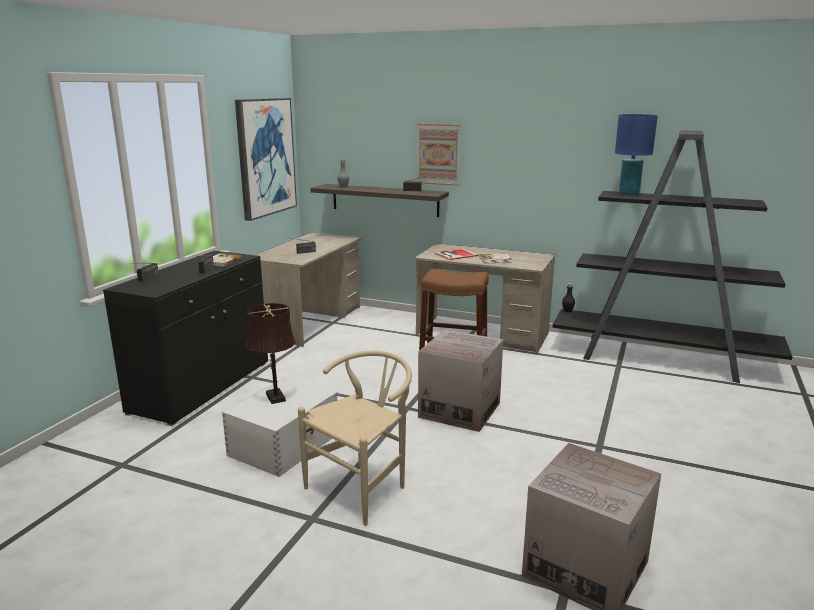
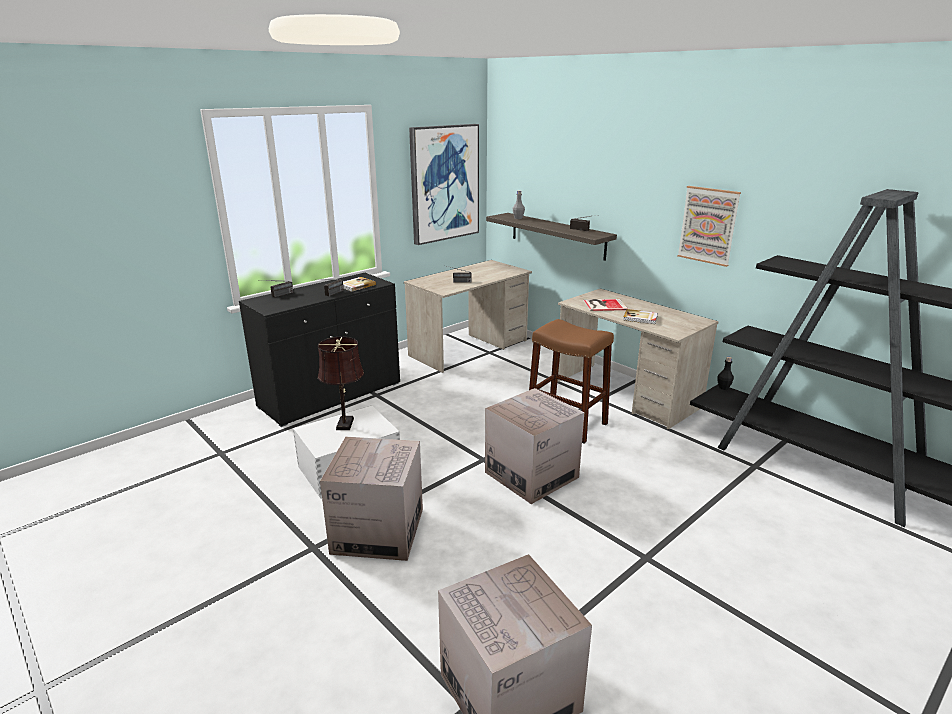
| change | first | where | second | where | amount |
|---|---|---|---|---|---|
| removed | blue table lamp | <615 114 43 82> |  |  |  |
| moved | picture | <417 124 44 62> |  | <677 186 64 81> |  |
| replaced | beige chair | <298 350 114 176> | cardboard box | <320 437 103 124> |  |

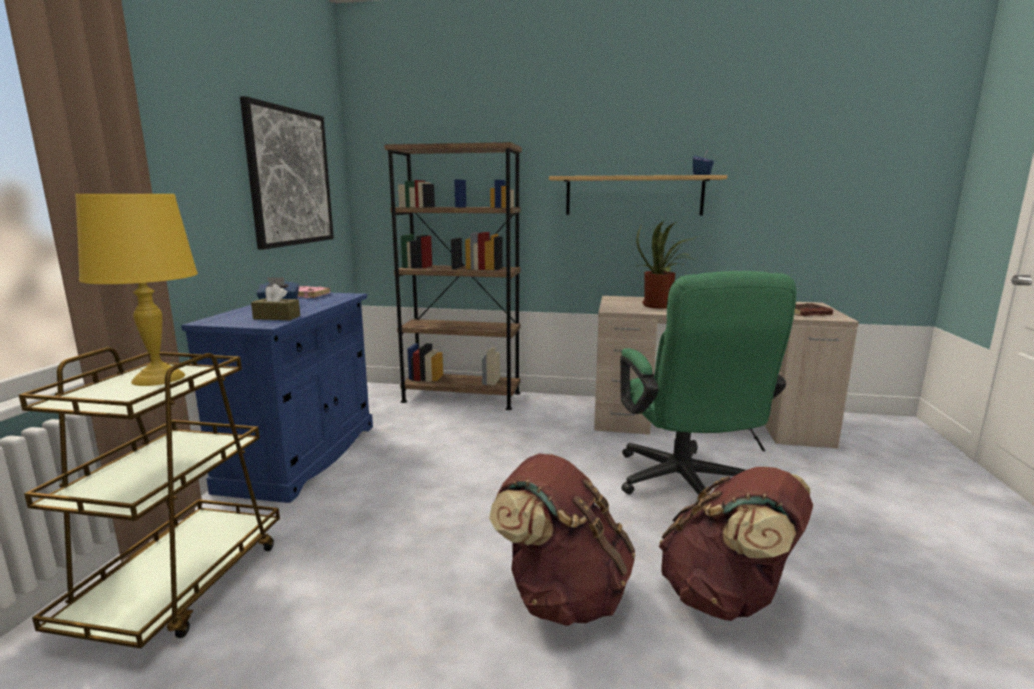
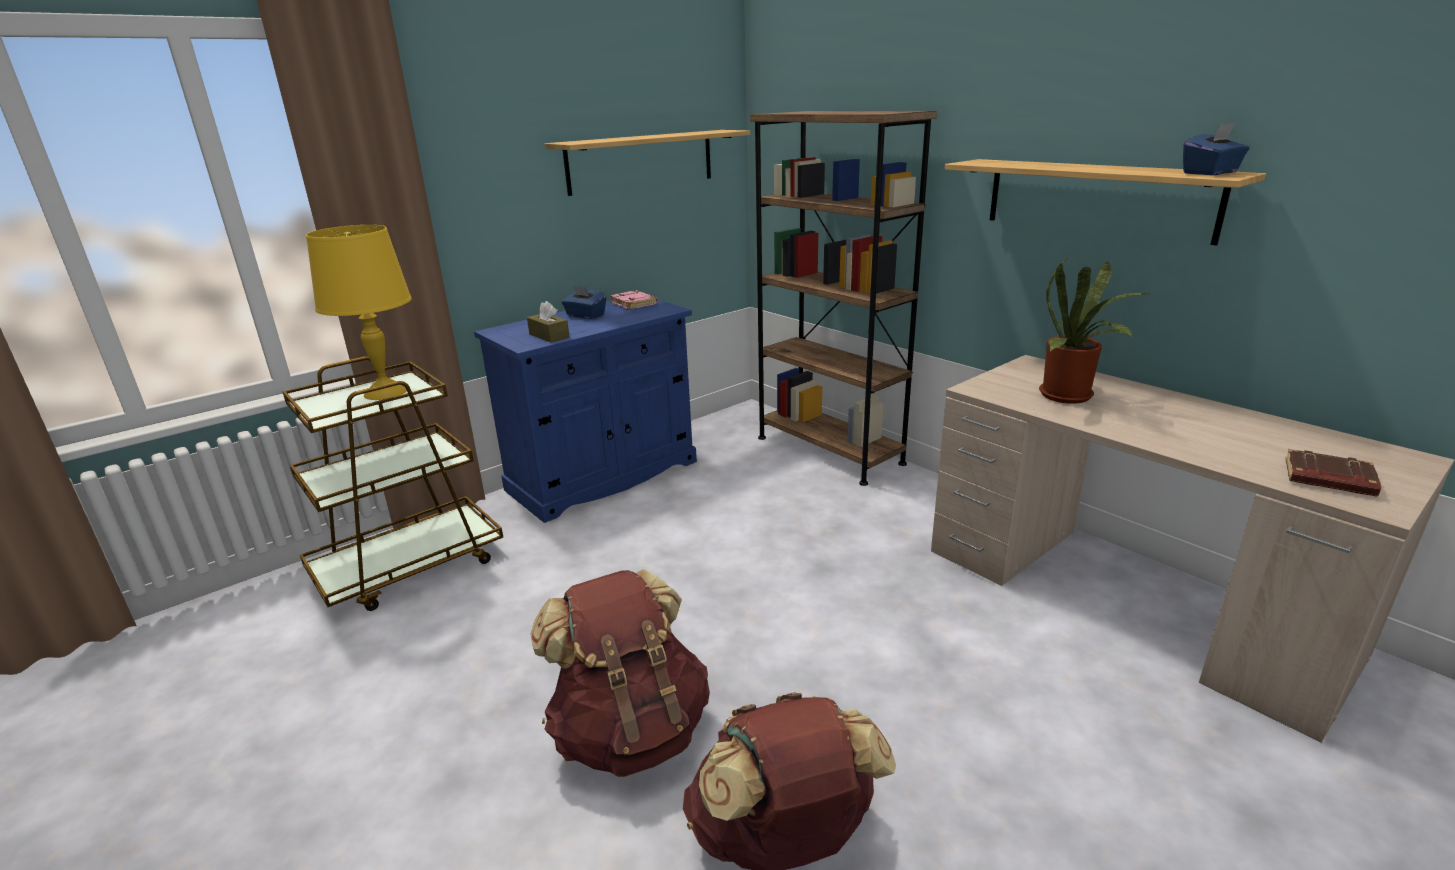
| change | first | where | second | where | amount |
|---|---|---|---|---|---|
| replaced | picture | <240 96 94 153> | shelf | <544 130 206 66> |  |
| removed | green office chair | <620 271 176 224> |  |  |  |

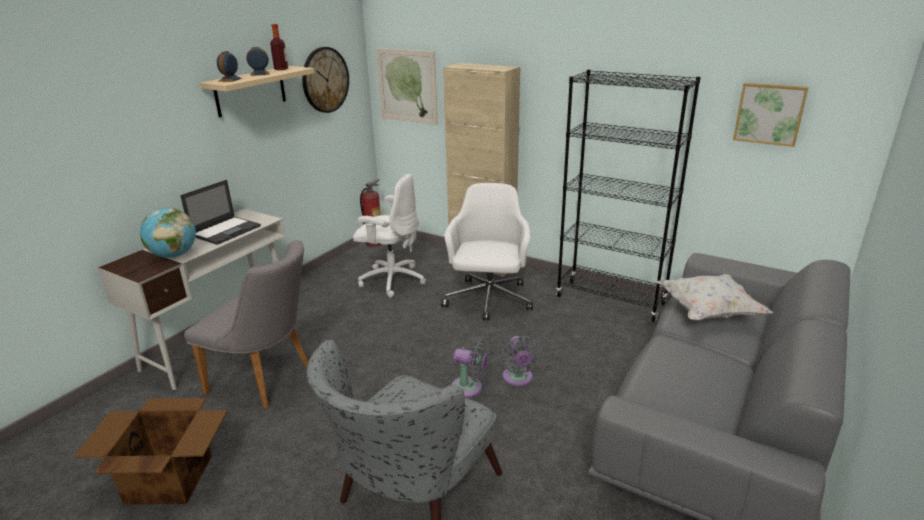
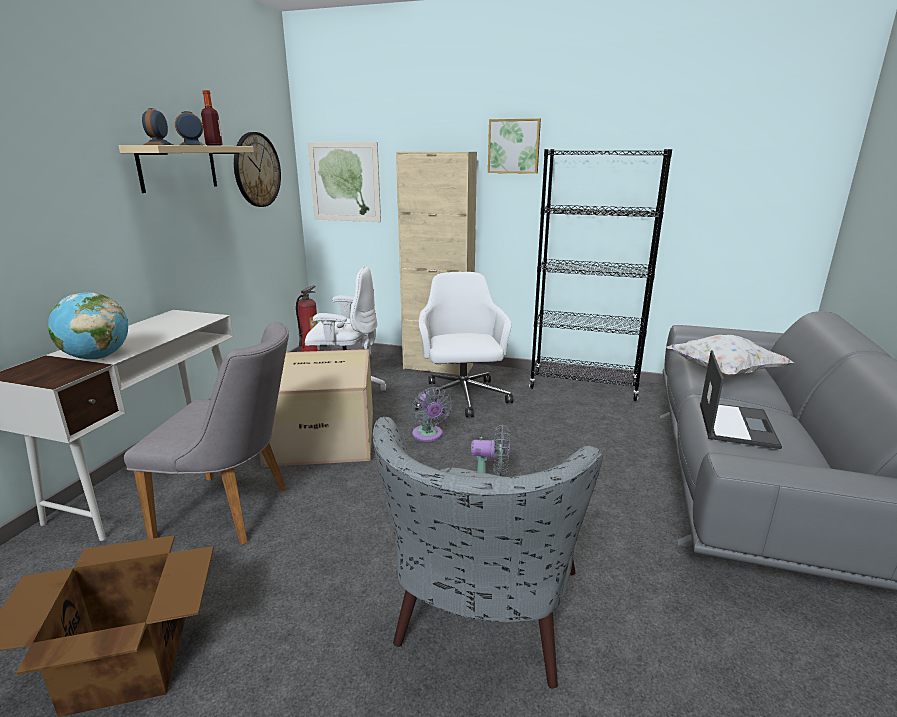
| change | first | where | second | where | amount |
|---|---|---|---|---|---|
| moved | picture | <733 83 76 64> |  | <488 118 53 56> |  |
| moved | laptop | <180 180 81 65> |  | <700 350 82 99> |  |
| moved | grey fan | <501 336 42 50> |  | <412 387 40 55> |  |
| added |  |  | cardboard box | <260 349 113 118> |  |

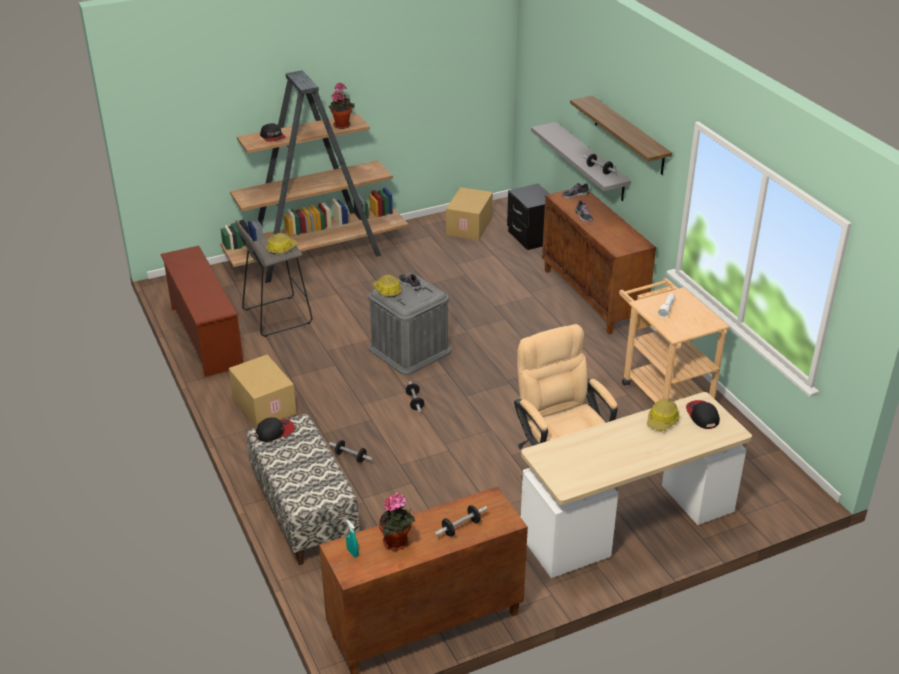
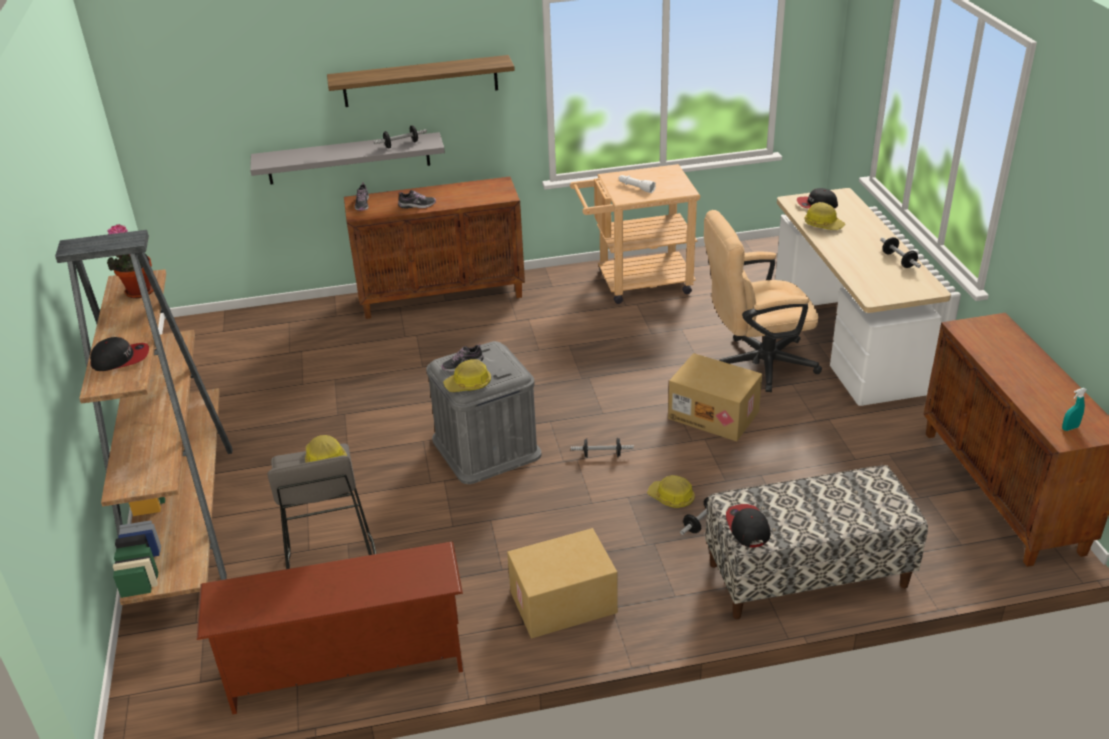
| change | first | where | second | where | amount |
|---|---|---|---|---|---|
| removed | black nightstand | <507 184 43 66> |  |  |  |
| moved | cardboard box | <446 187 47 53> |  | <668 353 94 88> |  |
| removed | potted plant | <379 493 36 57> |  |  |  |
| moved | dumbbell | <435 505 52 32> |  | <880 237 41 31> |  |
| added |  |  | hard hat | <647 475 48 33> |  |

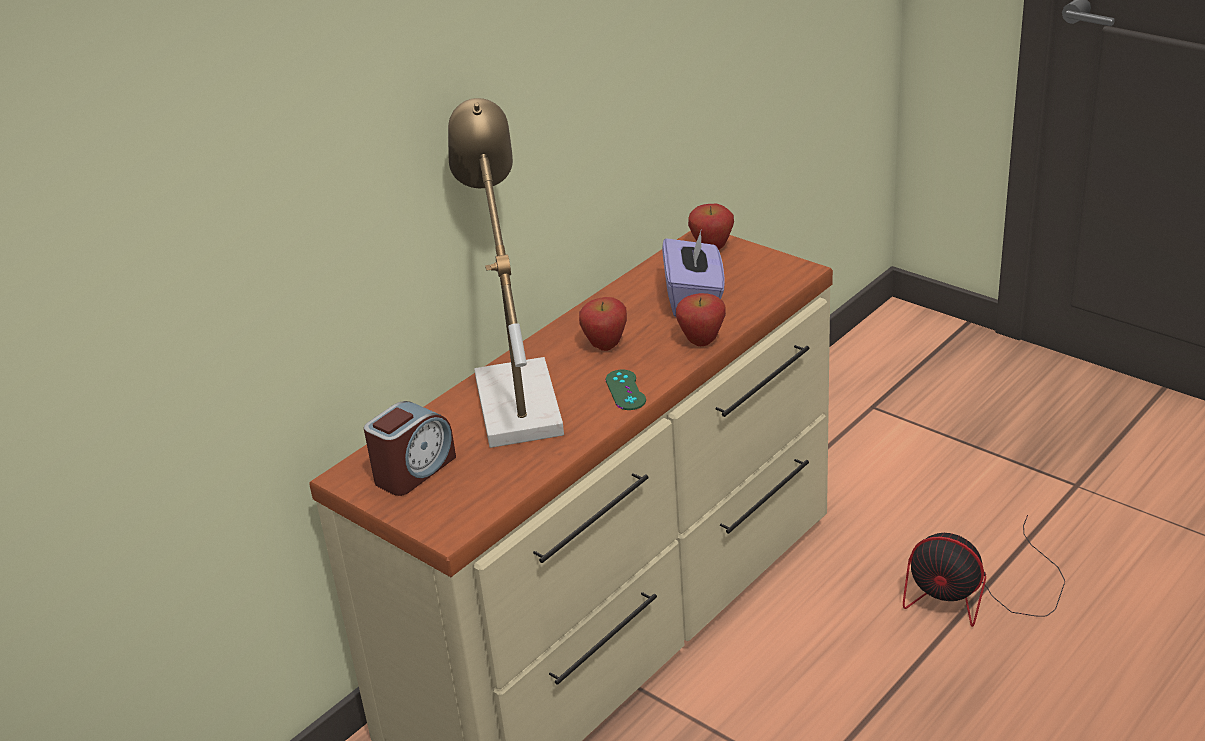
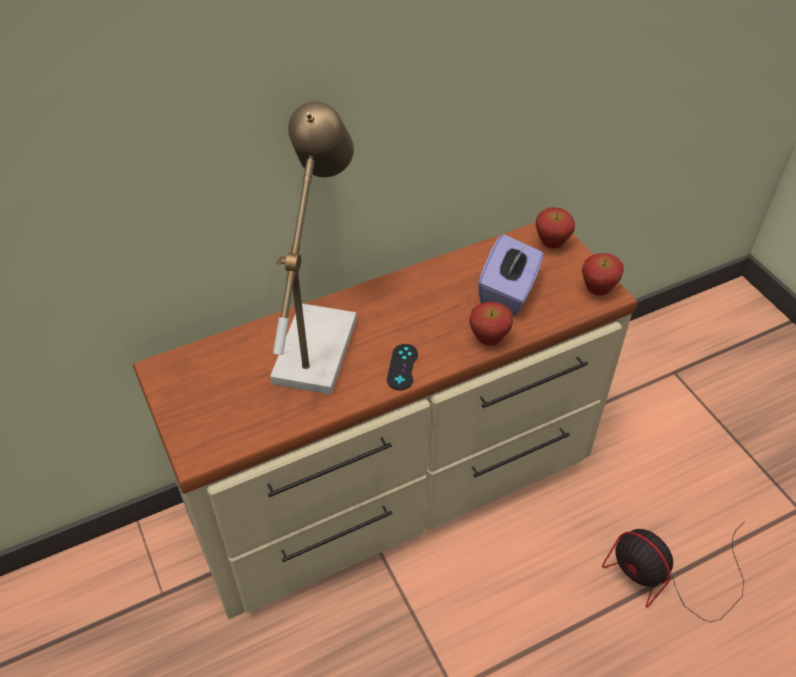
| change | first | where | second | where | amount |
|---|---|---|---|---|---|
| moved | apple | <579 297 48 54> |  | <582 253 42 42> |  |
| recoloured | green game controller | <606 369 40 41> | black game controller | <387 344 31 46> |  |
| removed | alarm clock | <364 401 92 95> |  |  |  |

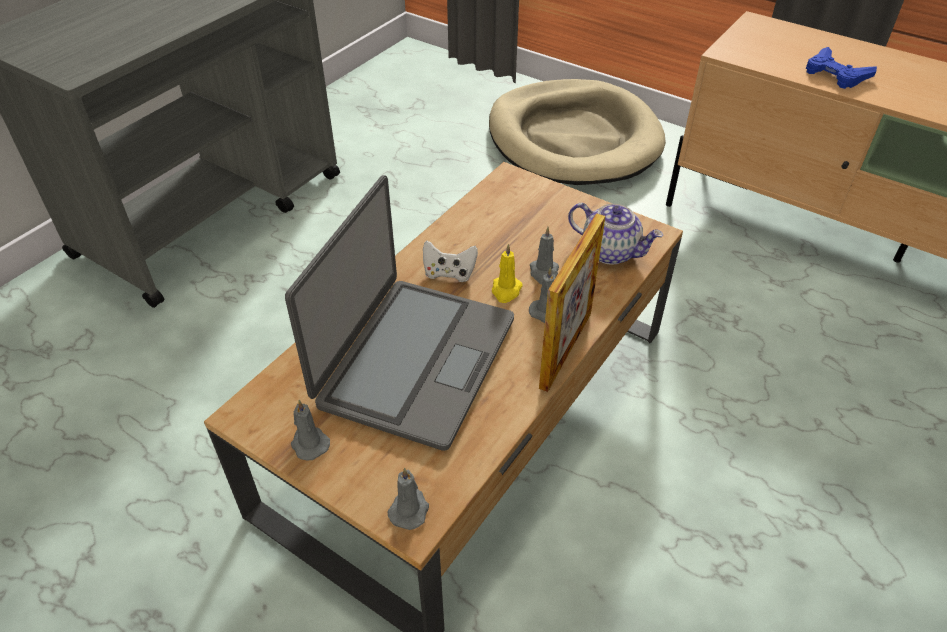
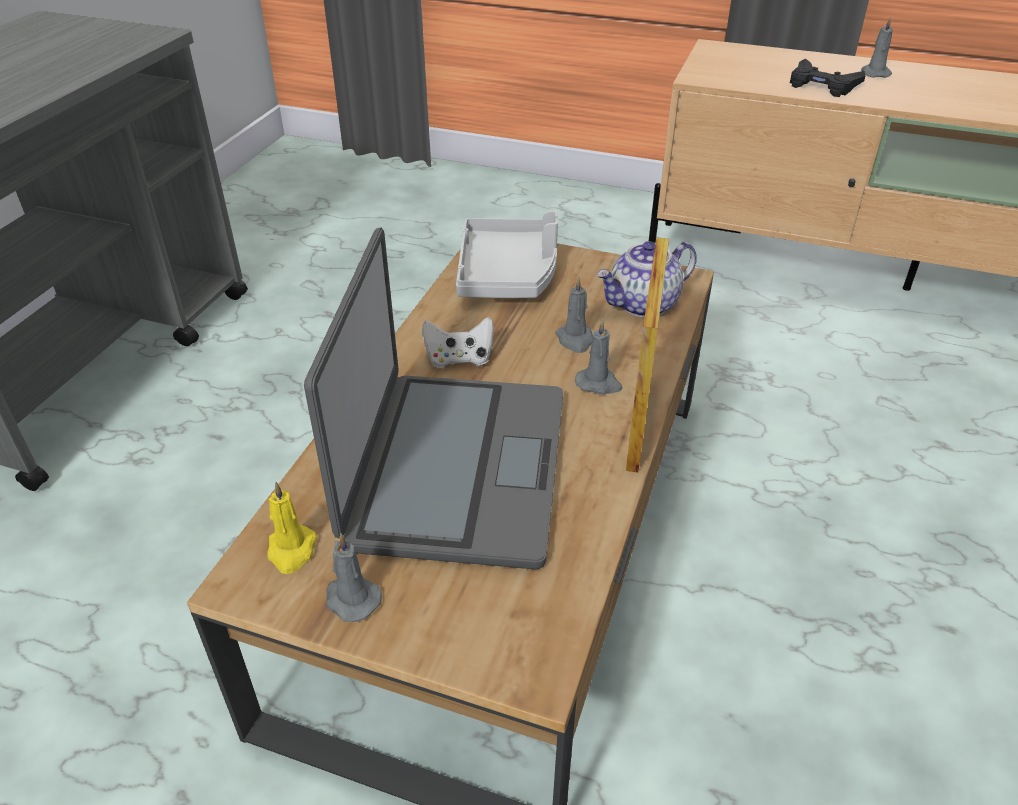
| change | first | where | second | where | amount |
|---|---|---|---|---|---|
| recoloured | blue game controller | <806 47 71 42> | black game controller | <790 58 76 39> |  |
| removed | beige dog bed | <489 79 177 106> |  |  |  |
| turned | teapot | <568 203 95 62> |  | <596 241 101 76> | 135 degrees clockwise |
| moved | yellow candle | <492 244 31 59> |  | <267 482 50 92> |  |
| moved | grey candle | <388 468 41 62> |  | <861 16 32 62> |  |
| added |  |  | grey tray | <456 211 102 87> |  |

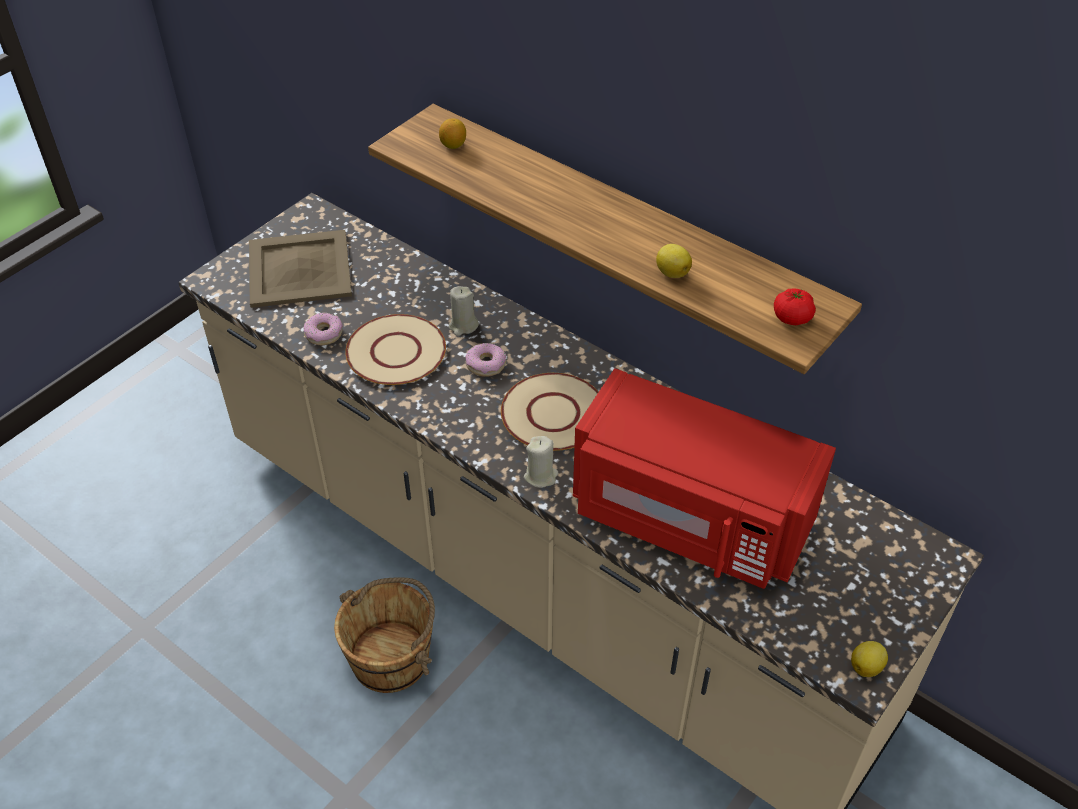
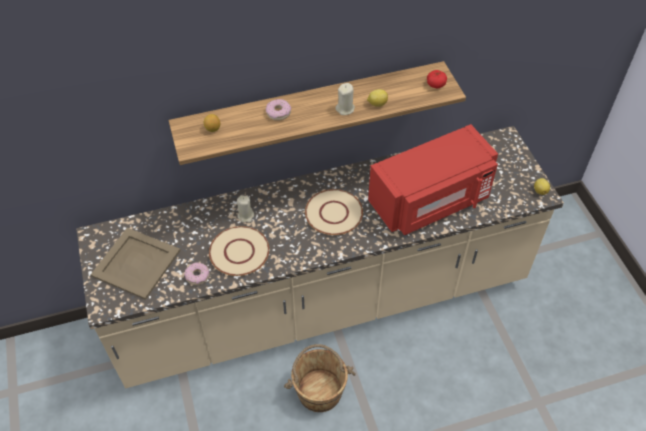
| change | first | where | second | where | amount |
|---|---|---|---|---|---|
| moved | donut | <465 343 41 34> |  | <266 99 25 22> |  |
| moved | beige candle | <524 436 34 52> |  | <335 83 20 32> |  |

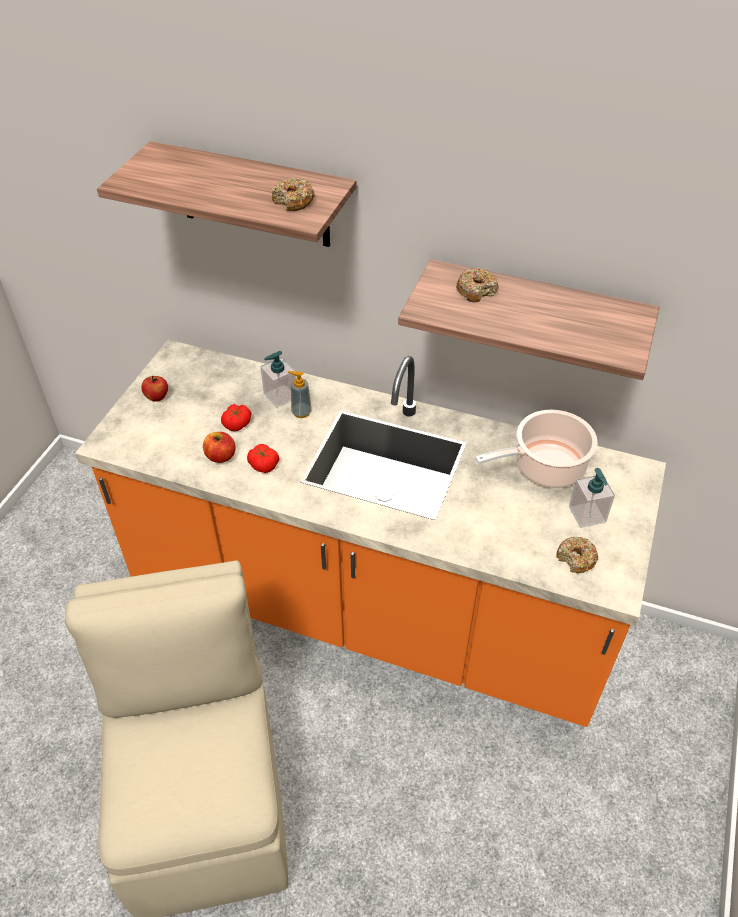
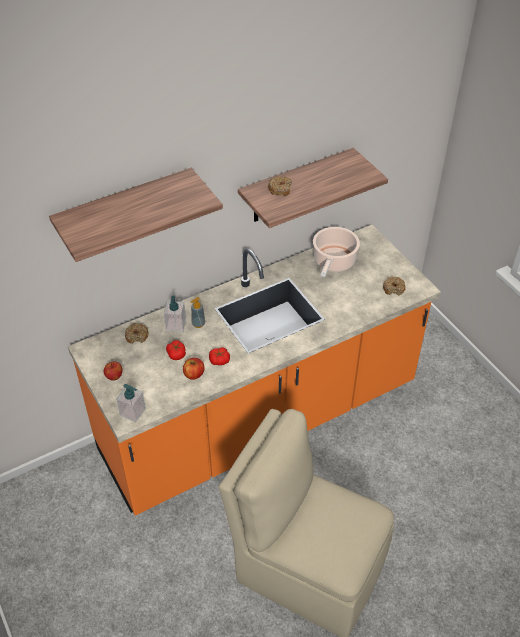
| change | first | where | second | where | amount |
|---|---|---|---|---|---|
| moved | donut | <272 178 43 33> |  | <125 323 24 21> |  |
| moved | soap dispenser | <569 468 46 60> |  | <116 384 30 38> |  |

